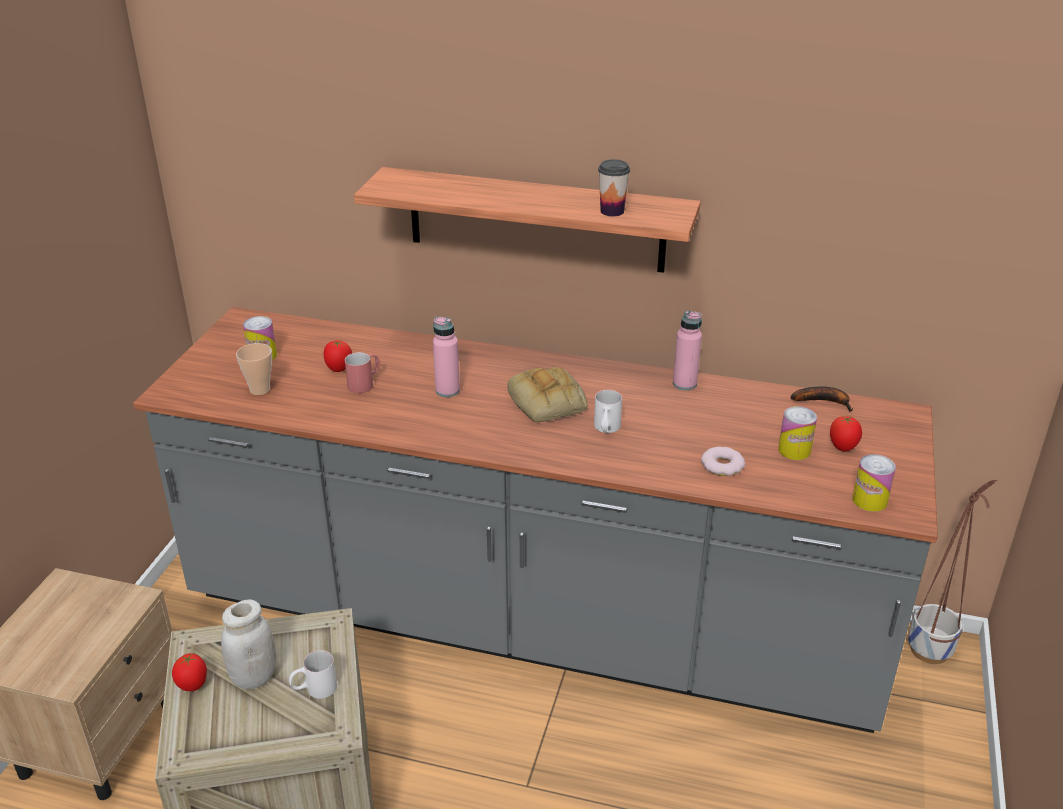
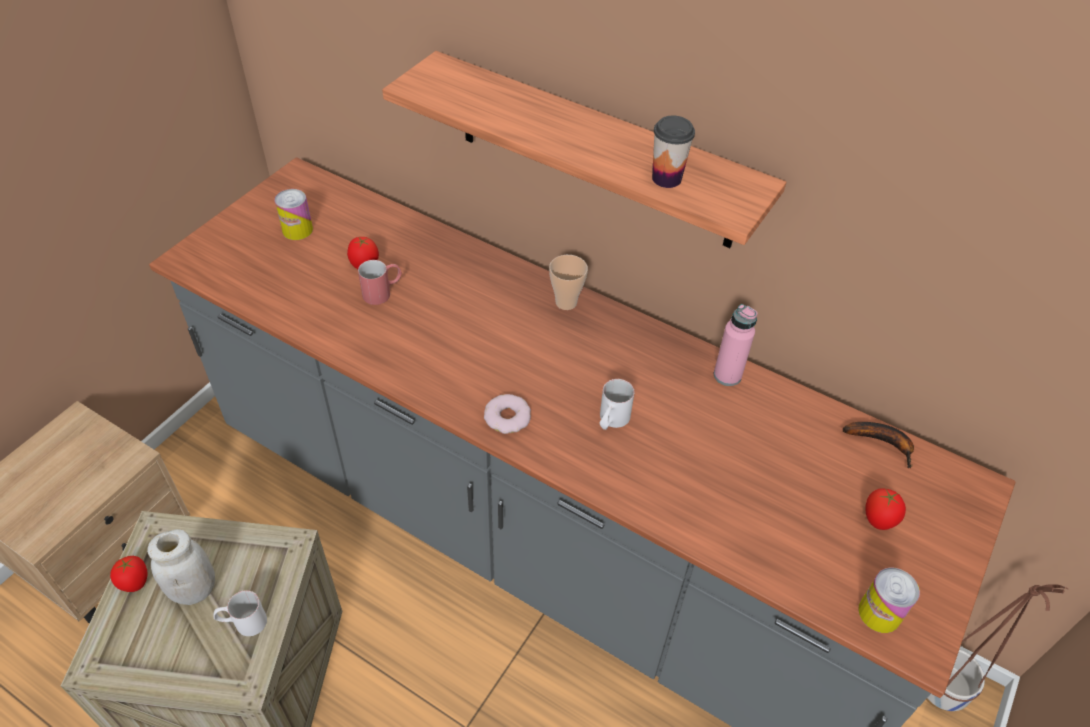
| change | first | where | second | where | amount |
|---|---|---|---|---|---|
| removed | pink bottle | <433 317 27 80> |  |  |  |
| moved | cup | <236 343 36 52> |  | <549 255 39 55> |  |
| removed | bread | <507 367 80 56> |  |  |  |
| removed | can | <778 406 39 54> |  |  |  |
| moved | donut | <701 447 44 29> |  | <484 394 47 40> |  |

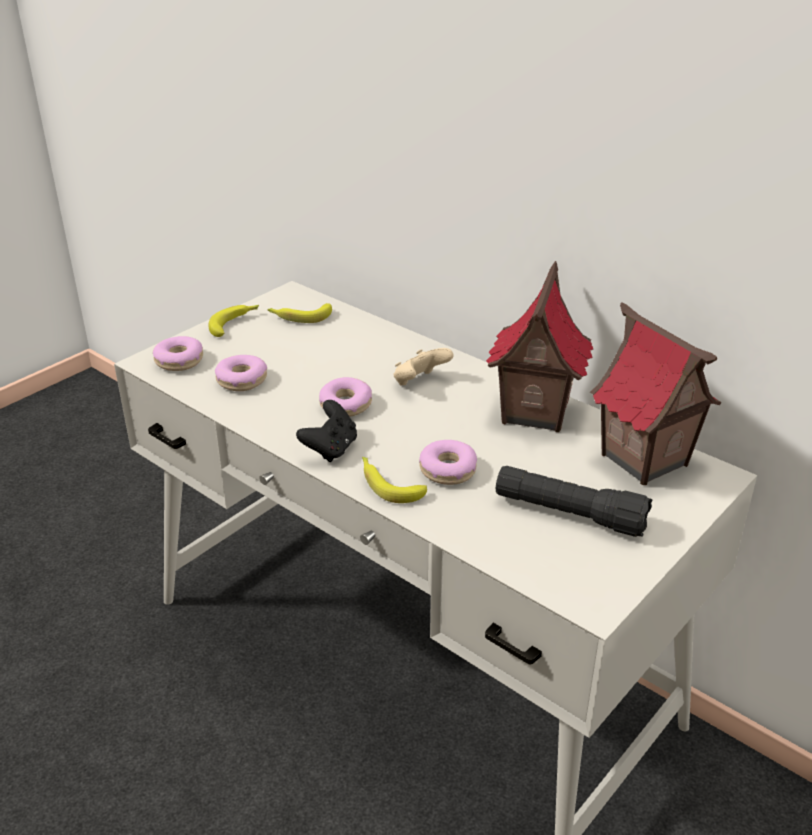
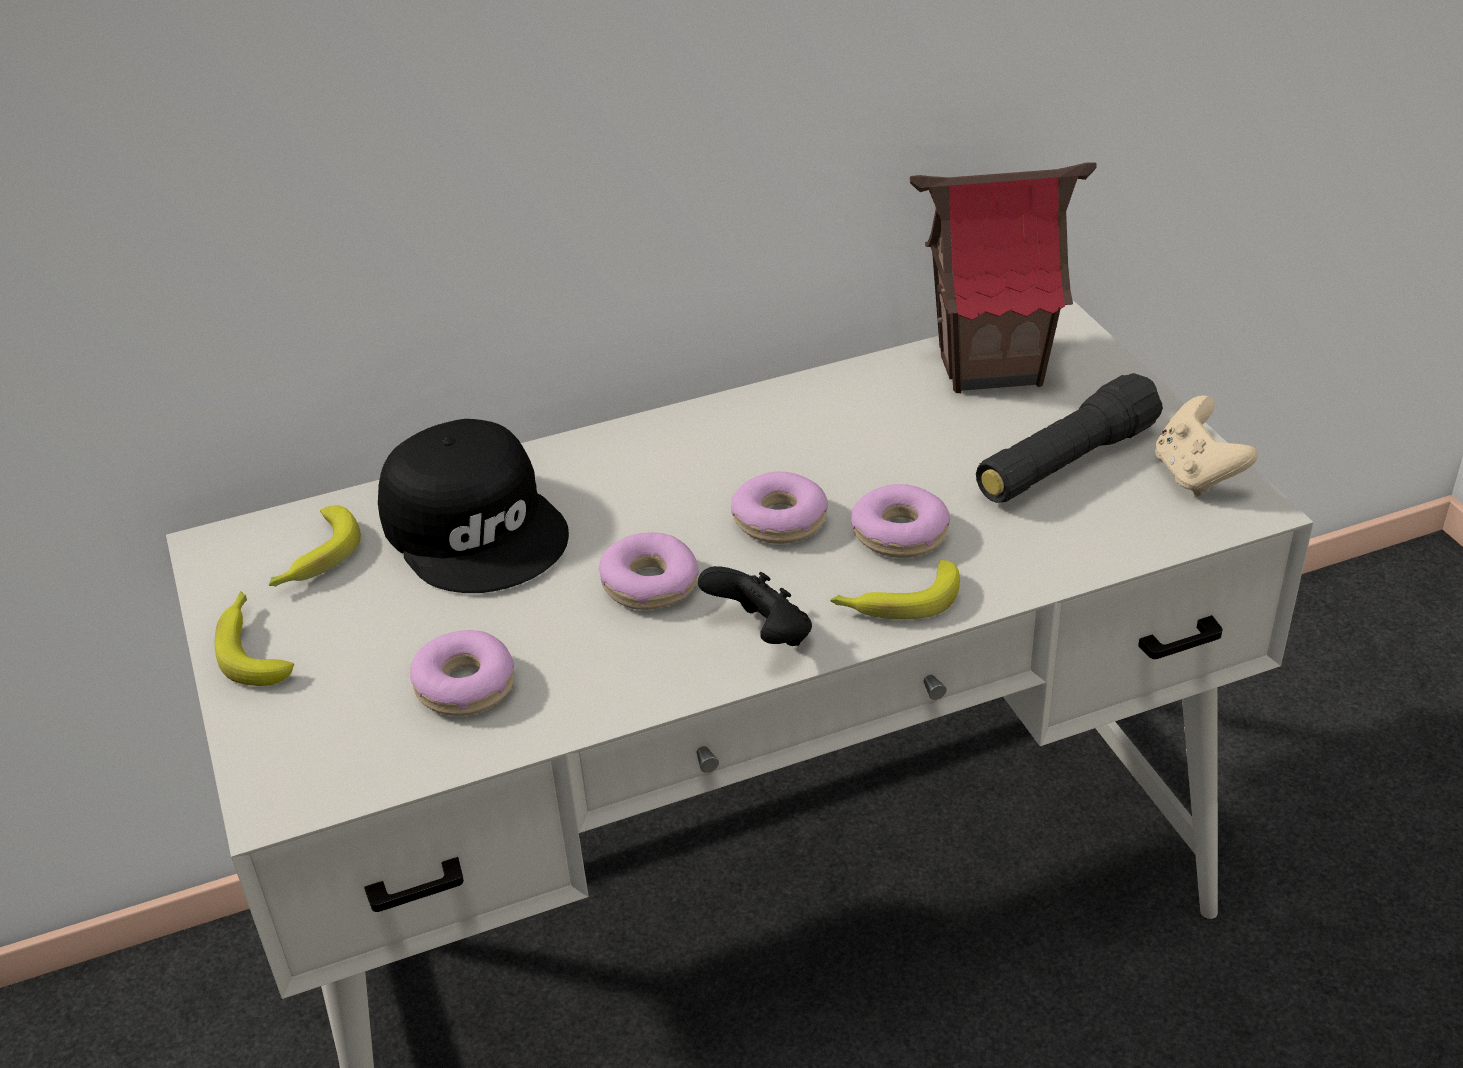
| change | first | where | second | where | amount |
|---|---|---|---|---|---|
| removed | toy house | <486 261 107 171> |  |  |  |
| moved | donut | <153 336 50 35> |  | <731 472 97 72> |  |
| moved | beige game controller | <393 348 61 38> |  | <1155 395 103 102> |  |
| added |  |  | black cap | <378 419 191 174> |  |

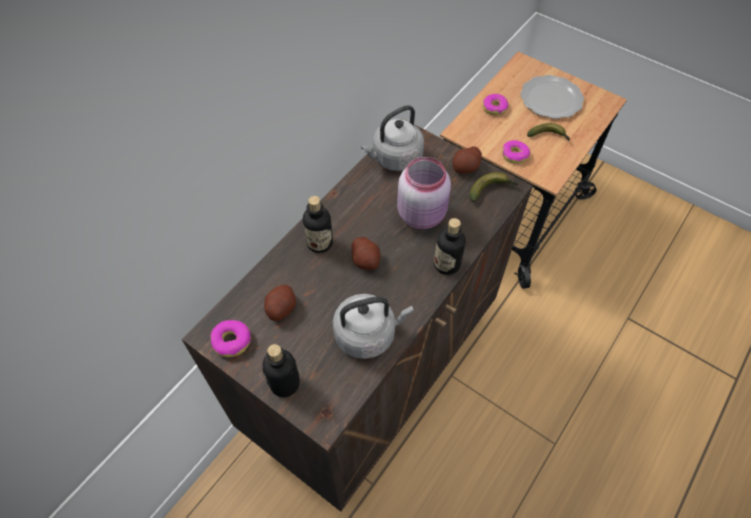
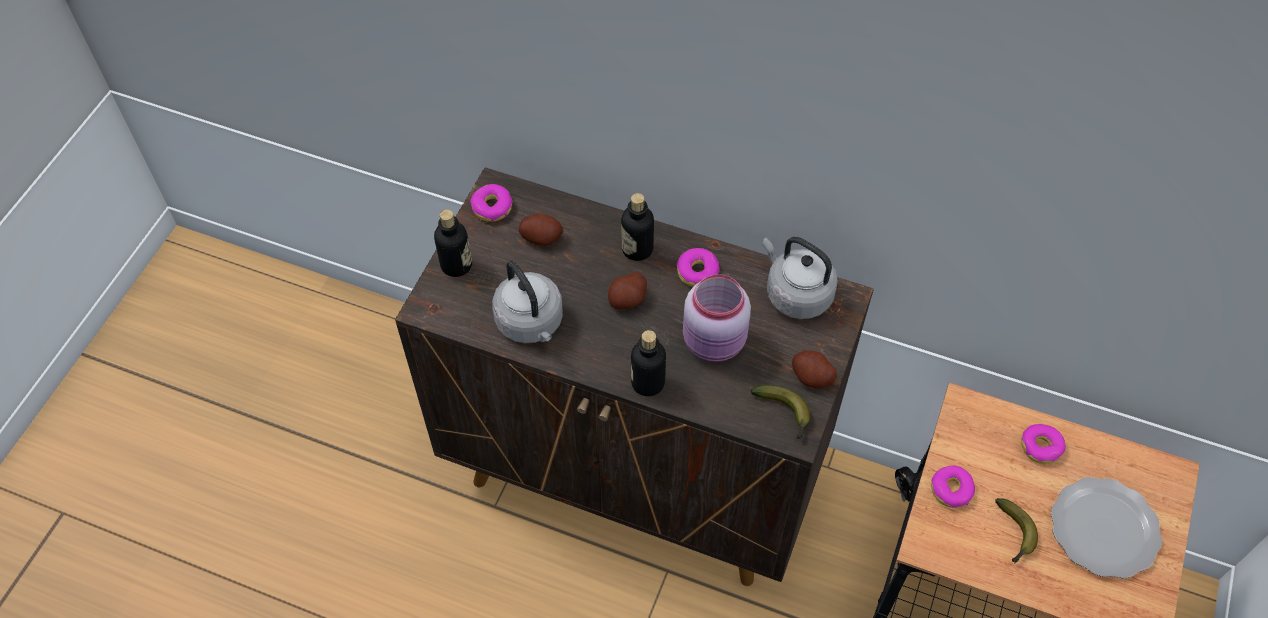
| change | first | where | second | where | amount |
|---|---|---|---|---|---|
| added |  |  | donut | <676 248 43 39> |  |

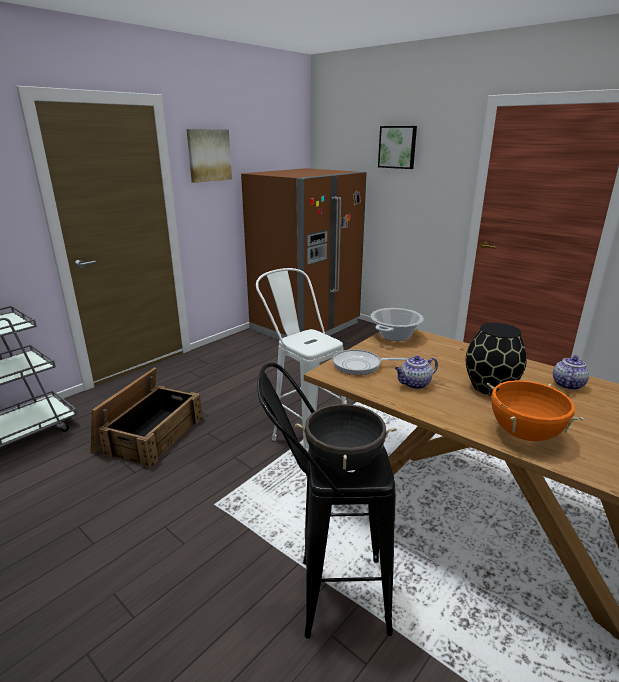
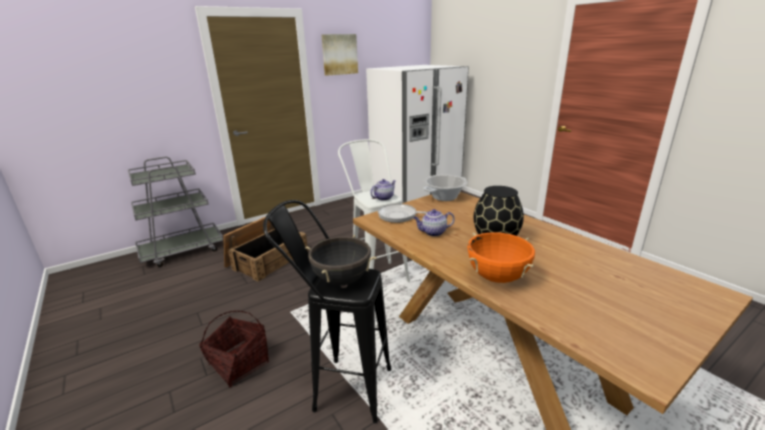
| change | first | where | second | where | amount |
|---|---|---|---|---|---|
| removed | picture | <378 126 39 43> |  |  |  |
| recoloured | brown fridge | <241 168 125 172> | white fridge | <366 65 103 138> |  |
| moved | teapot | <553 355 36 35> |  | <370 179 26 22> |  |
| added |  |  | basket | <199 311 70 76> |  |

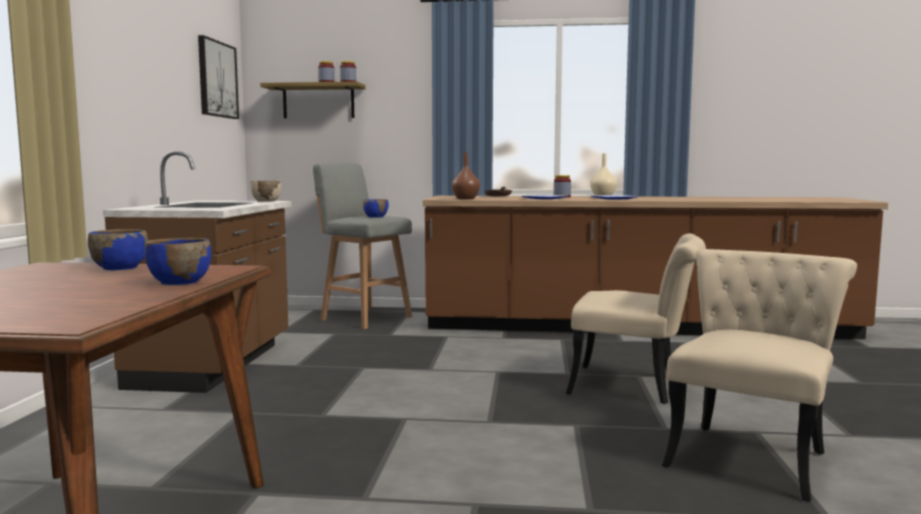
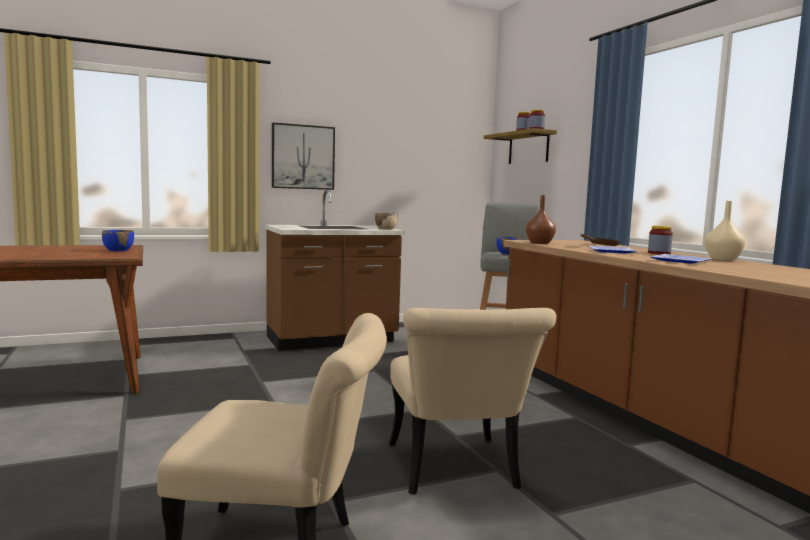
| change | first | where | second | where | amount |
|---|---|---|---|---|---|
| moved | picture | <198 35 41 84> |  | <272 123 63 67> |  |
| removed | blue bowl | <145 238 66 47> |  |  |  |

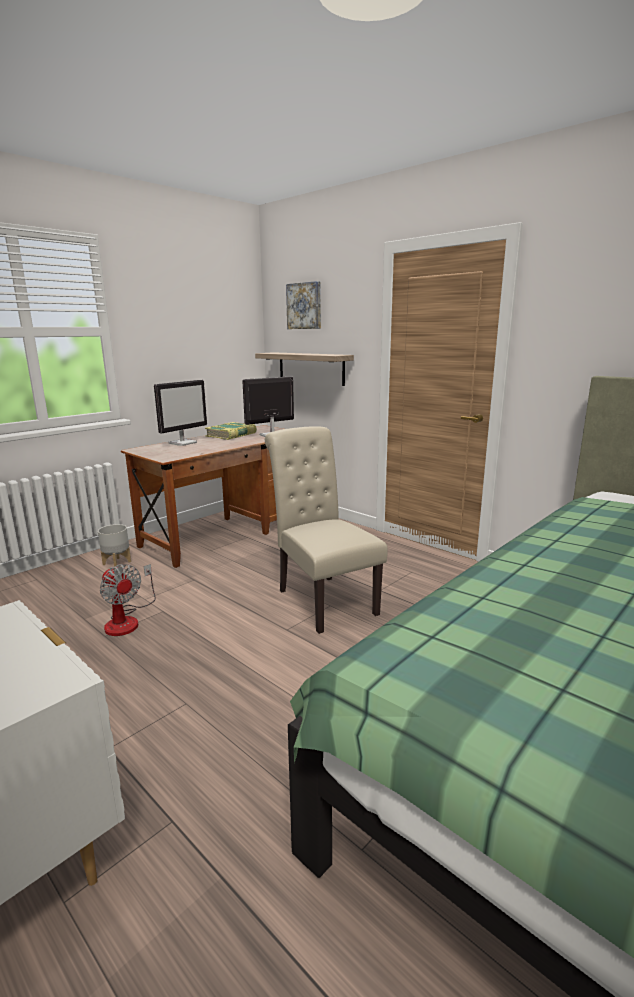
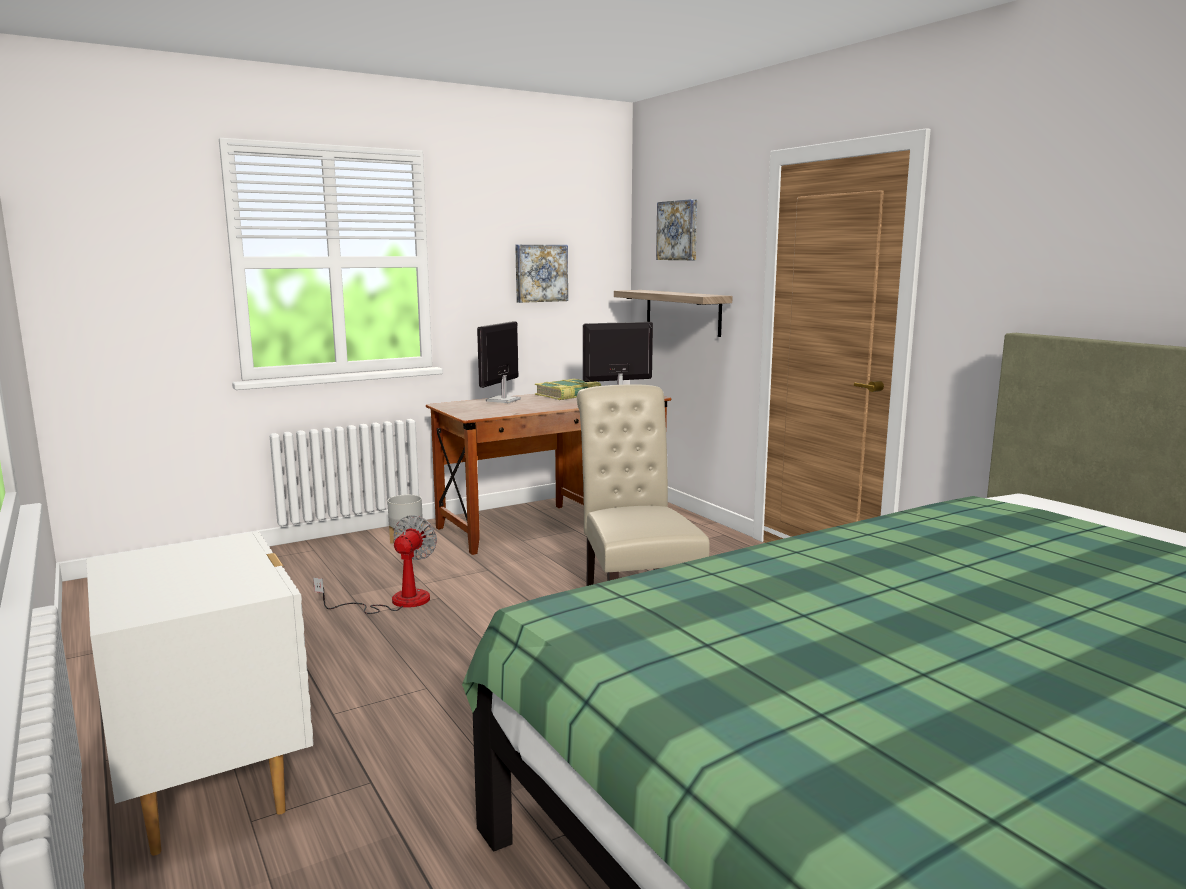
| change | first | where | second | where | amount |
|---|---|---|---|---|---|
| turned | monitor | <154 380 53 66> |  | <477 321 44 82> | 150 degrees clockwise |
| turned | fan | <100 564 56 72> |  | <313 515 124 99> | 135 degrees counterclockwise |
| added |  |  | picture | <515 245 53 58> |  |

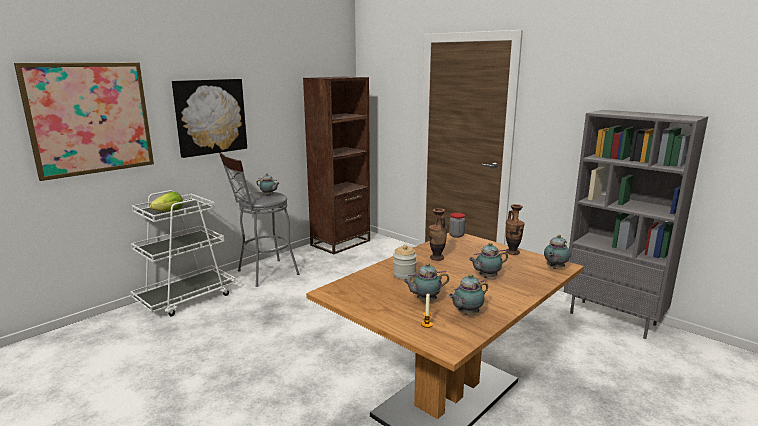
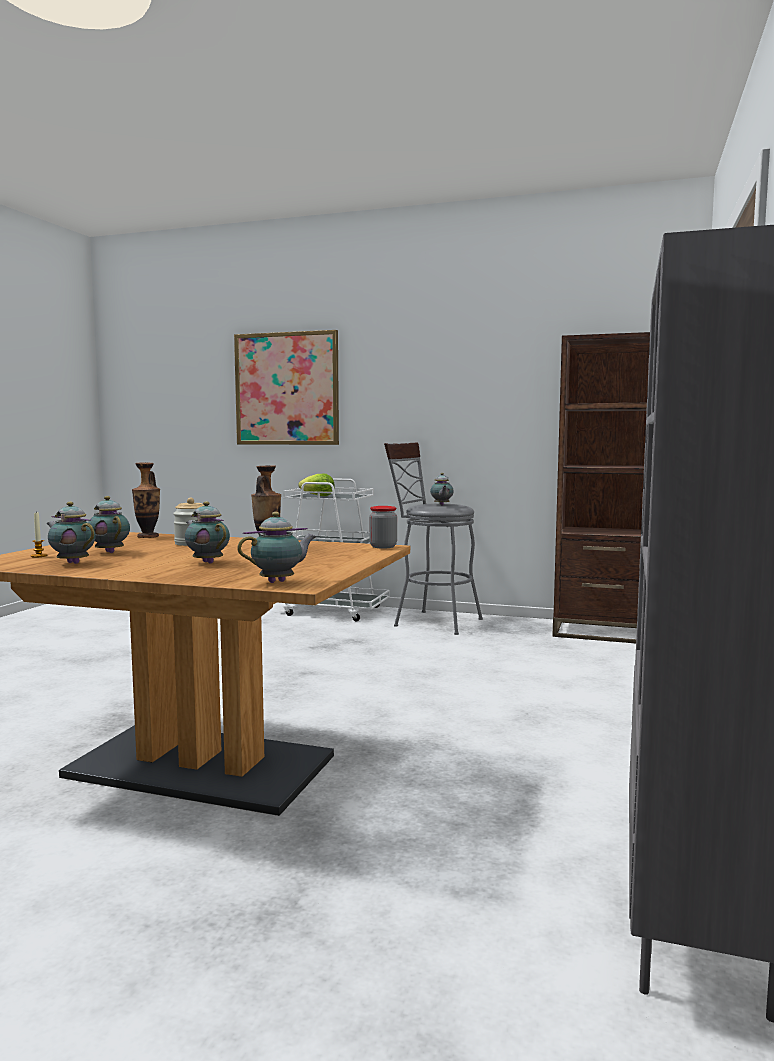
| change | first | where | second | where | amount |
|---|---|---|---|---|---|
| removed | picture | <172 79 75 79> |  |  |  |
| moved | vase | <506 204 19 51> |  | <132 463 28 75> |  |
| turned | teapot | <544 235 27 34> |  | <237 512 79 71> | 135 degrees clockwise |

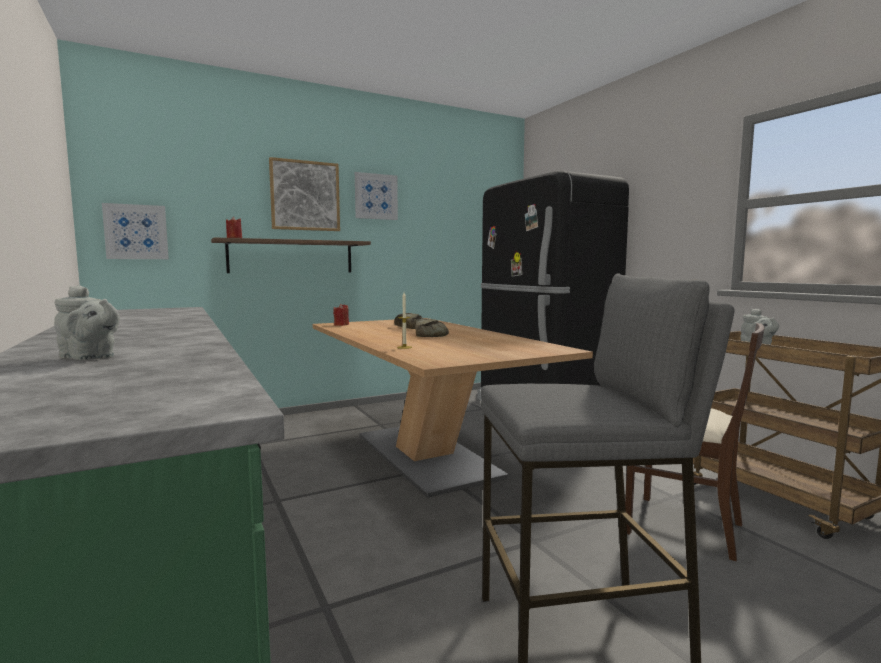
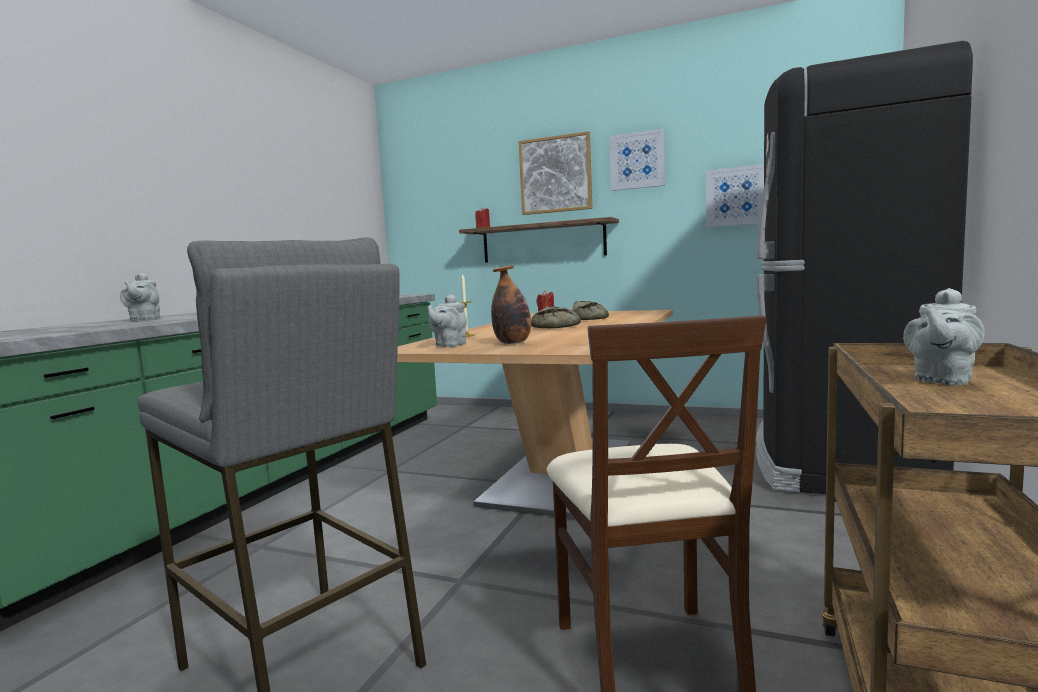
| change | first | where | second | where | amount |
|---|---|---|---|---|---|
| moved | picture | <102 203 67 56> |  | <706 164 58 63> |  |
| added |  |  | bottle | <491 265 40 79> |  |
| added |  |  | grey teapot | <427 294 40 53> |  |

